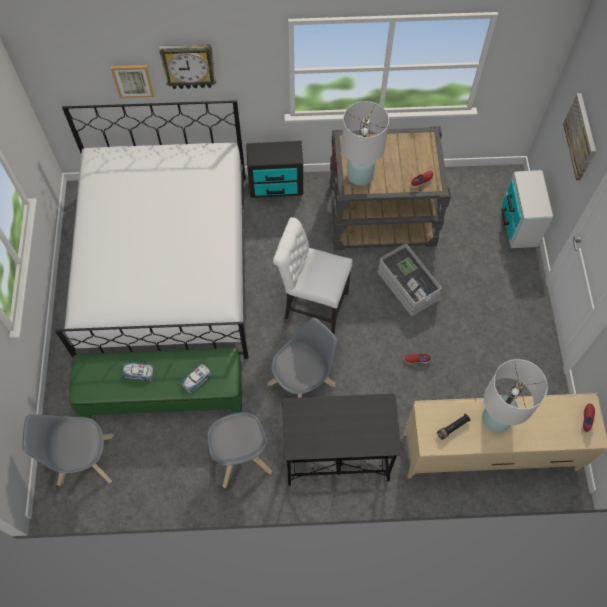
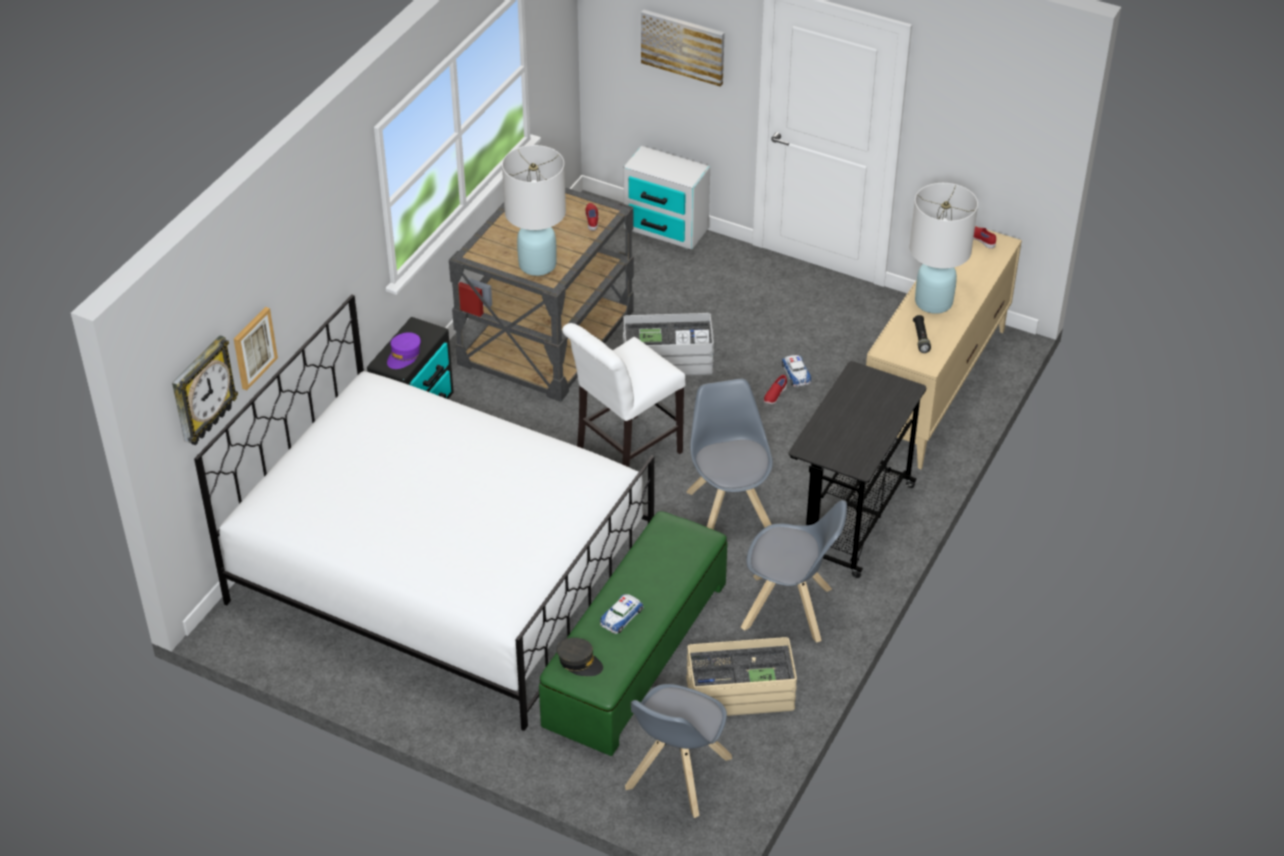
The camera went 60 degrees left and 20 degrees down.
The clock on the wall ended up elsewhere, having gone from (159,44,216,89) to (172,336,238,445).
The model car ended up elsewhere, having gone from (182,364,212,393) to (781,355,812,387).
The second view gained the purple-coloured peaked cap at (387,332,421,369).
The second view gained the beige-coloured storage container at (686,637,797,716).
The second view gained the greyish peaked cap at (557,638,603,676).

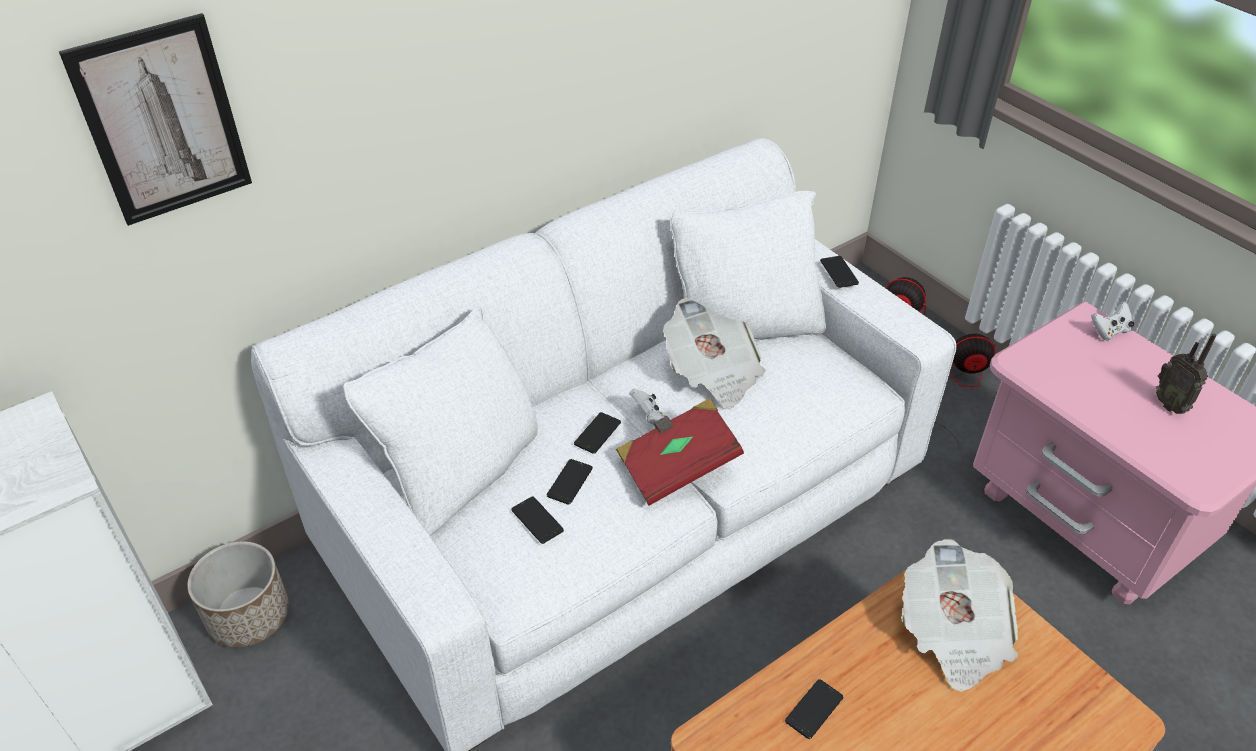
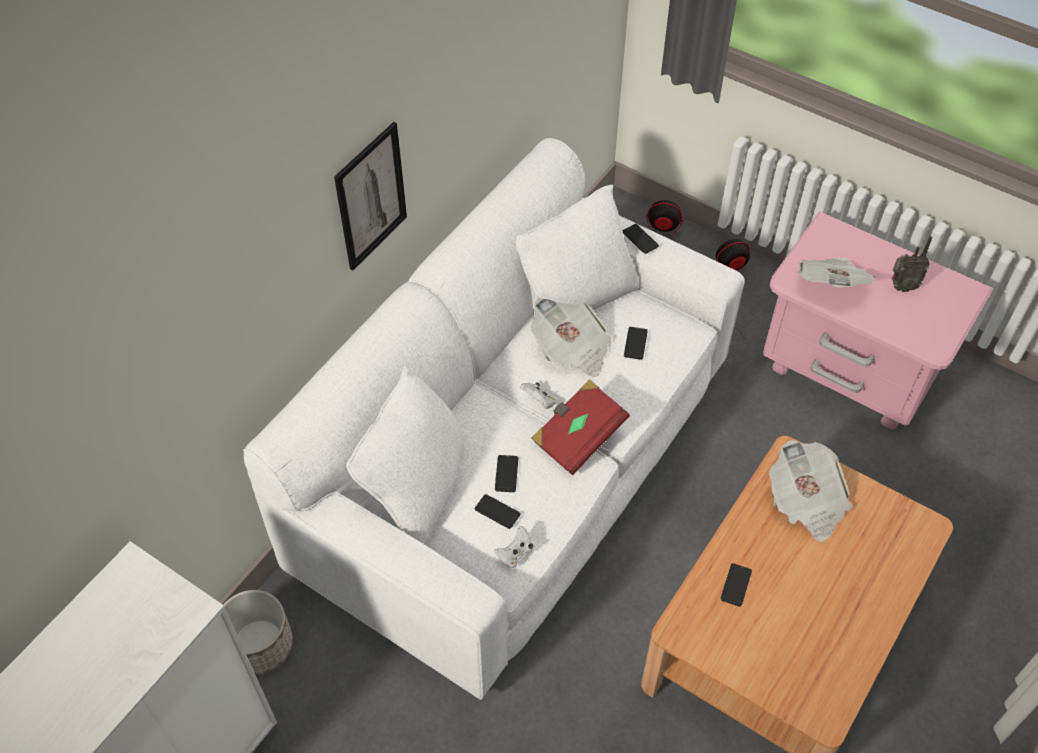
The camera went 20 degrees left and 10 degrees up.
The picture ended up elsewhere, having gone from (59,13,252,226) to (334,122,407,271).
The white joypad ended up elsewhere, having gone from (1091,302,1134,341) to (494,526,533,568).
The radio receiver at (1156,333,1216,414) ended up facing another way, 45 degrees counterclockwise from before.
The telephone ended up elsewhere, having gone from (574,412,621,454) to (624,327,648,360).
The second view gained the newspaper at (797,257,876,288).

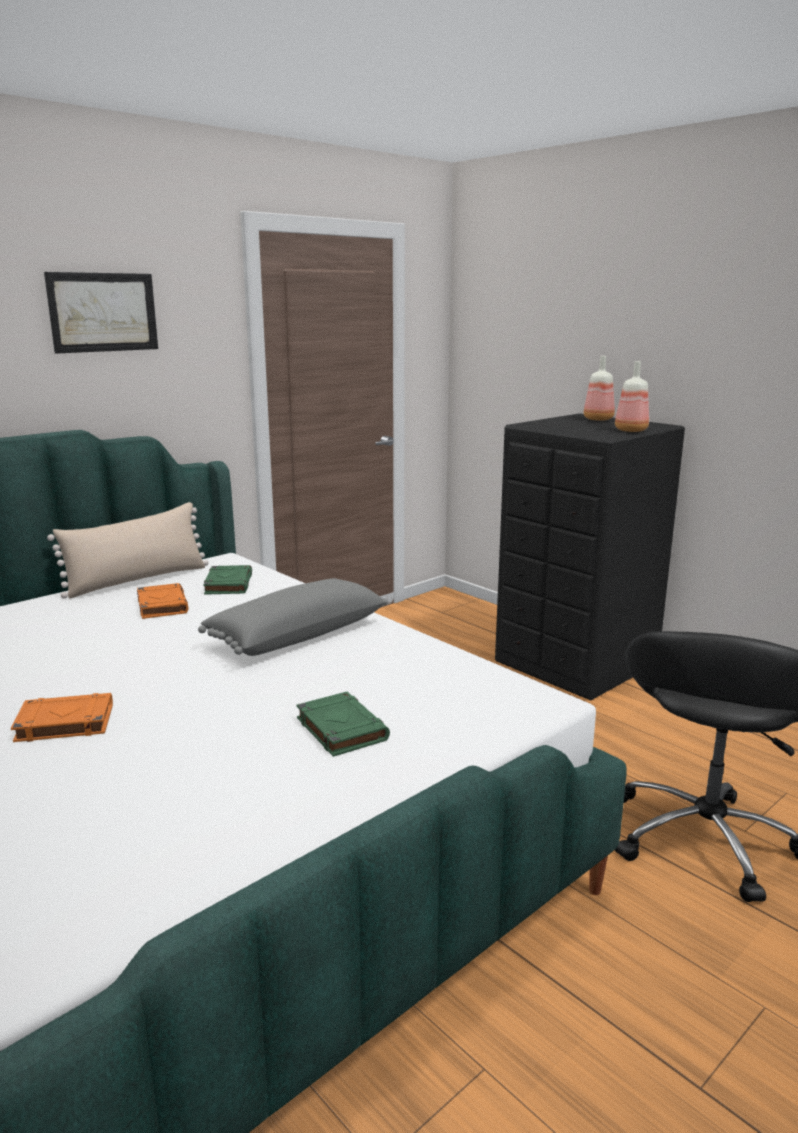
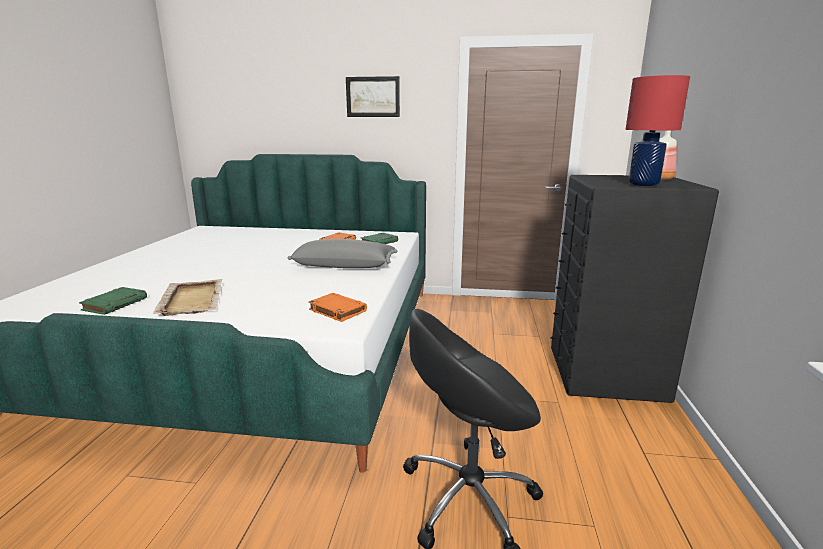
The camera went 50 degrees right and 0 degrees up.
Where the bottle stood at (615,361,649,432), the reddish tabletop lamp came to stand at (626,75,690,186).
The second view lost the beige-coloured throw pillow at (47,502,208,599).
The green bound book ended up elsewhere, having gone from (296,692,390,757) to (79,287,147,315).
The orangey bound book ended up elsewhere, having gone from (11,693,113,742) to (308,293,367,322).
The second view gained the beige-coloured tray at (153,279,222,316).

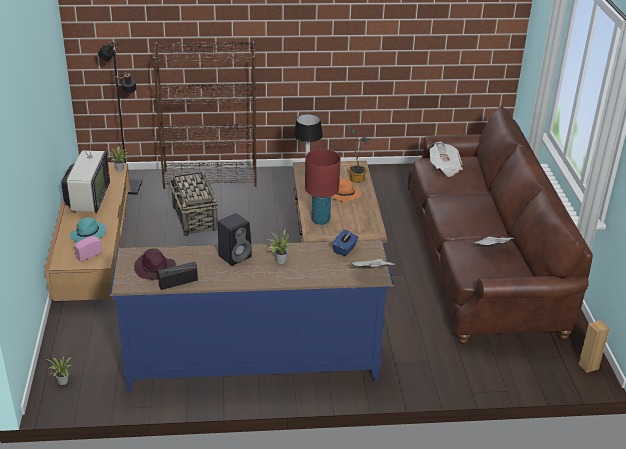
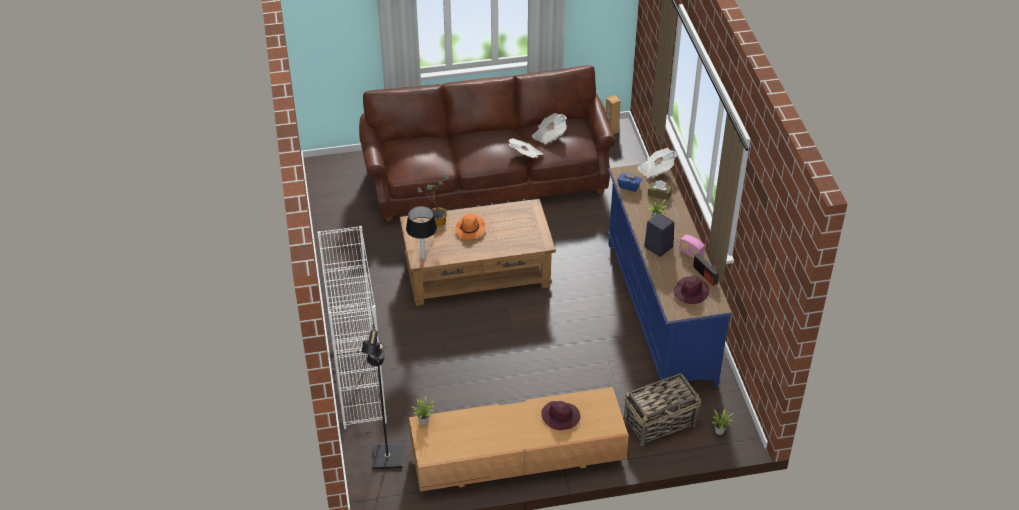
The camera went 95 degrees left and 10 degrees up.
What was the brownish bookcase at (153,42,257,189) turned into the white bookcase at (317,226,387,430).
The second view lost the TV at (61,135,110,214).
The newspaper ended up elsewhere, having gone from (429,142,463,177) to (509,138,543,158).
The second view lost the reddish tabletop lamp at (305,149,341,225).
The basket ended up elsewhere, having gone from (169,171,218,236) to (624,373,701,446).
What was the turquoise-coloured wearable hat at (70,217,106,242) turned into the purple-coloured wearable hat at (541,401,580,430).
The radio receiver ended up elsewhere, having gone from (74,236,102,262) to (679,235,705,258).
The second view gained the brownish box of tissues at (648,180,672,200).

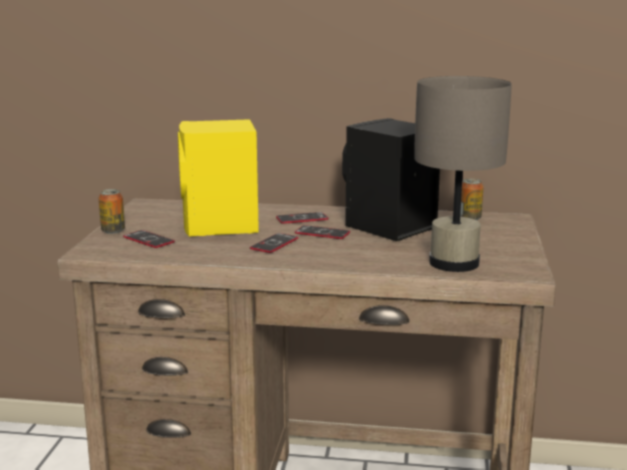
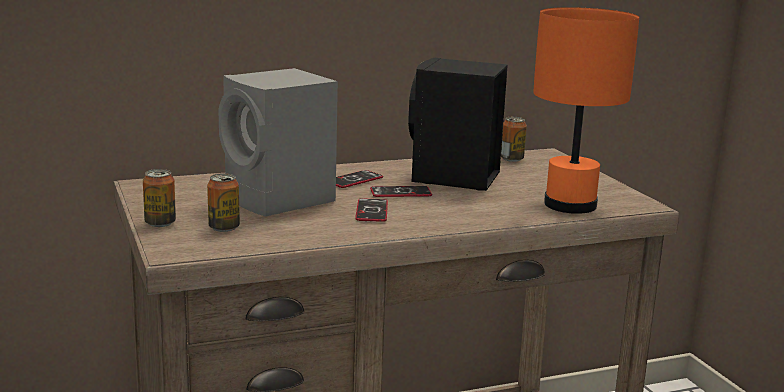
The camera went 30 degrees left and 0 degrees up.
What was the greyish tabletop lamp at (414,76,512,272) turned into the orangey tabletop lamp at (534,7,639,214).
What was the yellow-coloured audio speaker at (178,119,259,237) turned into the greyish audio speaker at (218,68,338,217).
Where the telephone stood at (123,230,175,248), the sealed can came to stand at (207,173,240,232).

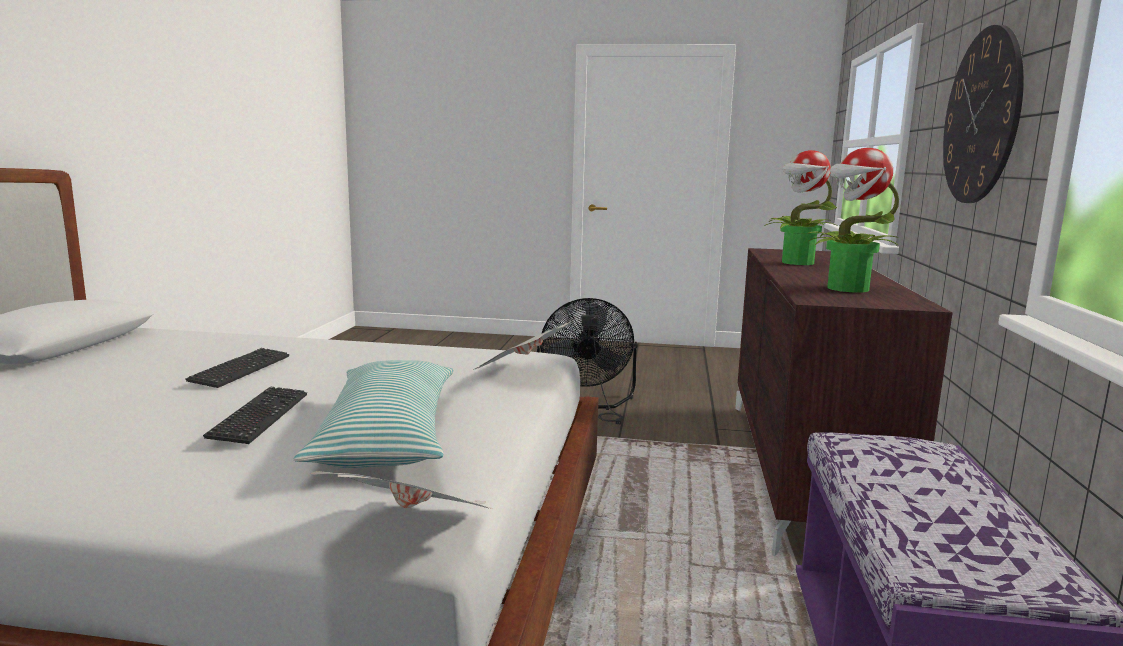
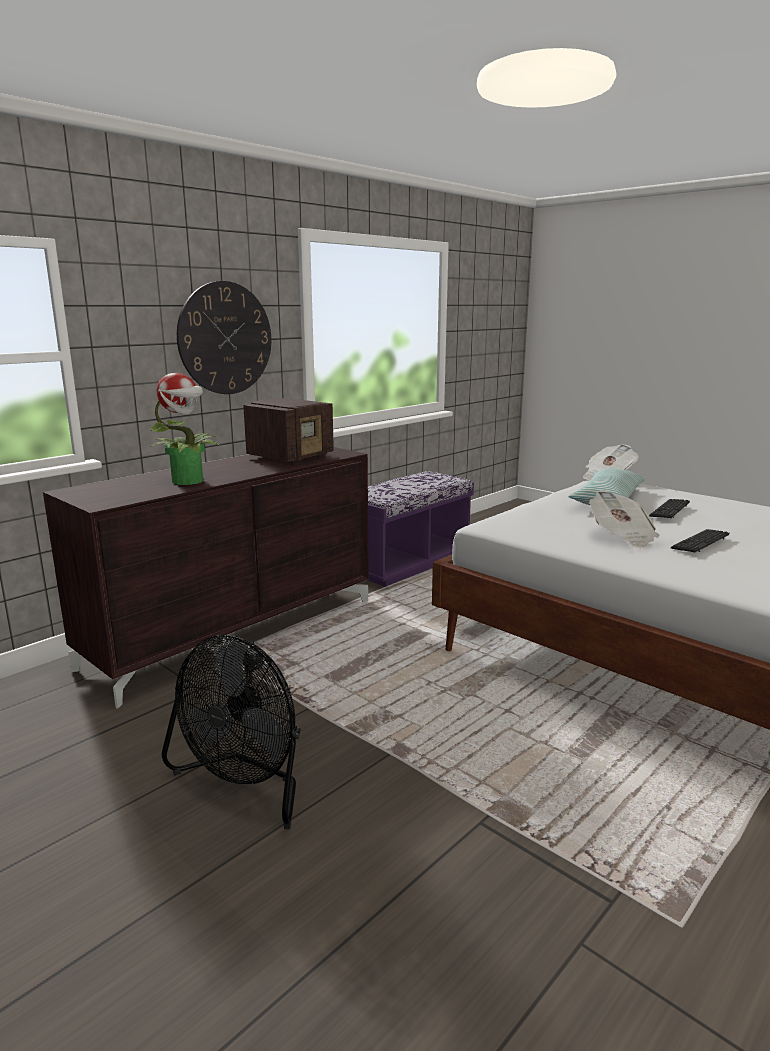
The camera went 145 degrees left and 5 degrees up.
Where the potted plant stood at (807,148,899,293), the radio receiver came to stand at (243,398,334,464).
The newspaper ended up elsewhere, having gone from (473,322,571,370) to (589,490,660,548).

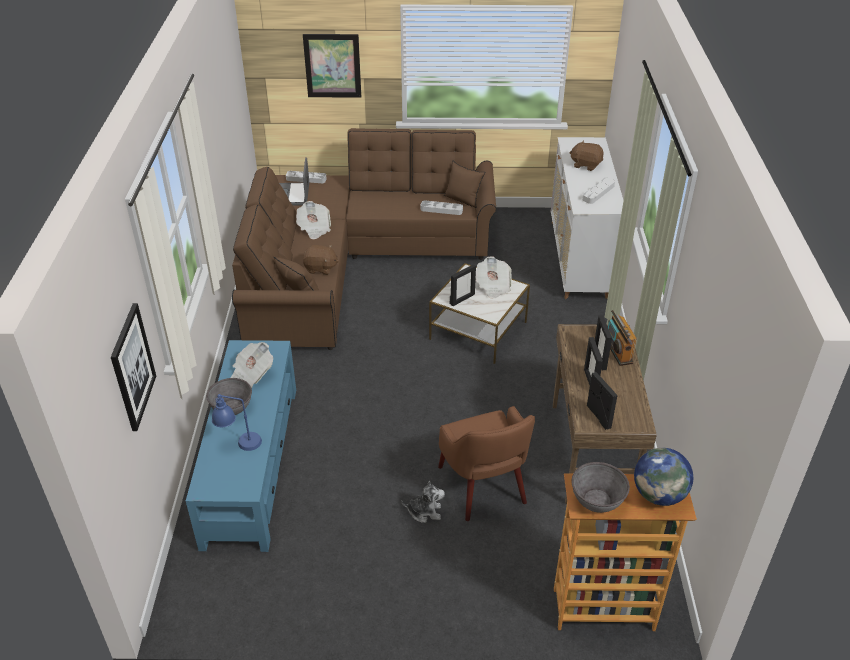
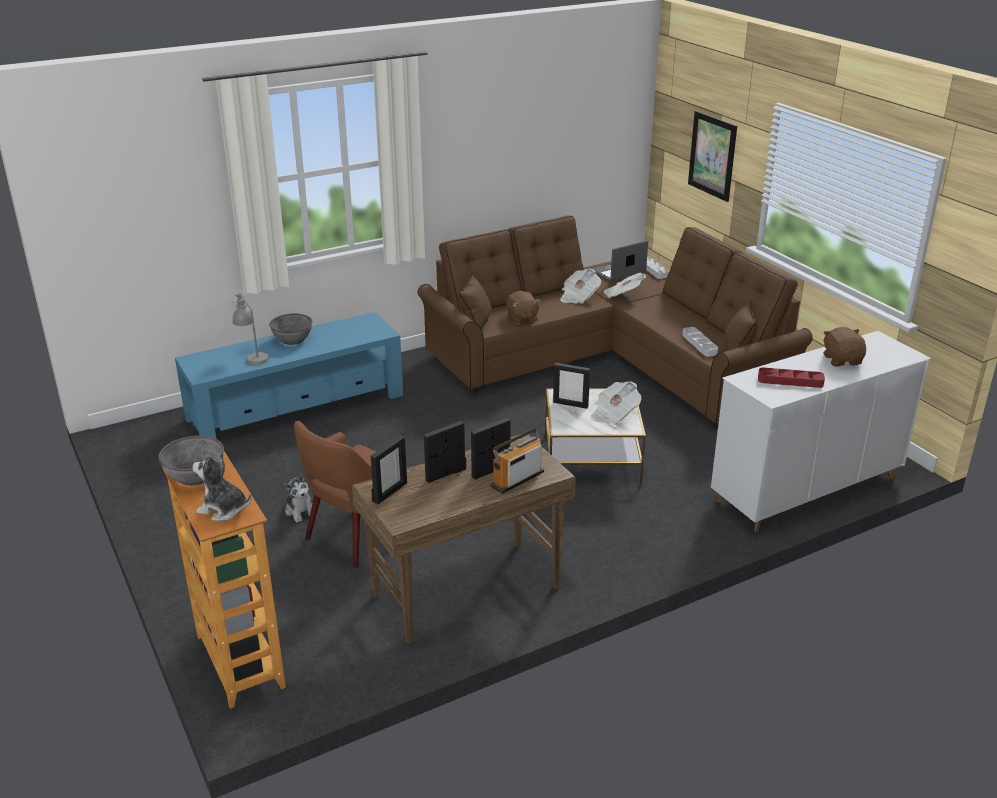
The camera went 60 degrees right and 10 degrees down.
What was the greyish tray at (582,177,615,204) turned into the reddish tray at (758,367,825,388).
The second view lost the picture at (111,303,156,431).
The newspaper ended up elsewhere, having gone from (230,342,273,388) to (604,272,646,298).
What was the blue tabletop lamp at (212,394,262,451) turned into the greyish tabletop lamp at (231,293,269,365).
Where the globe stood at (634,448,693,506), the cuddly toy came to stand at (193,450,252,521).

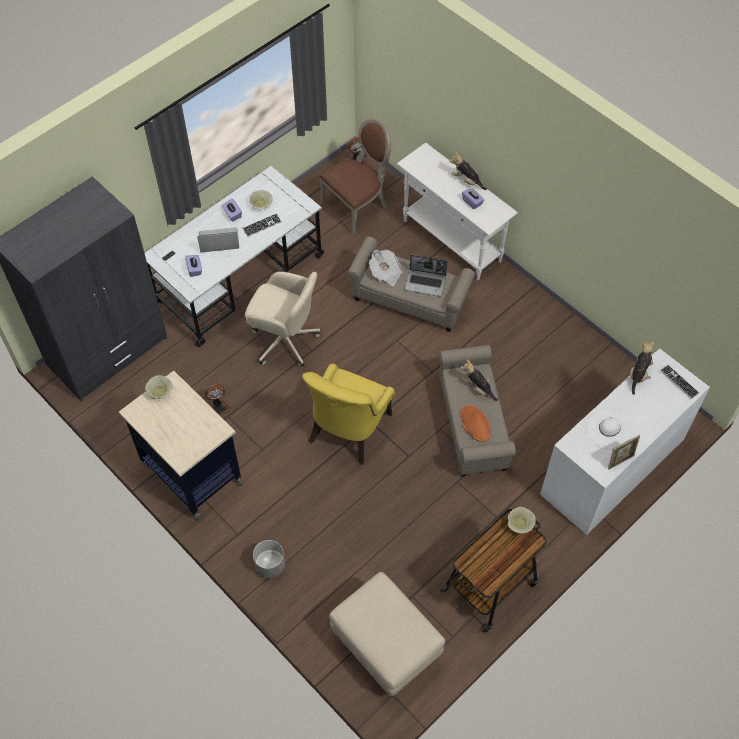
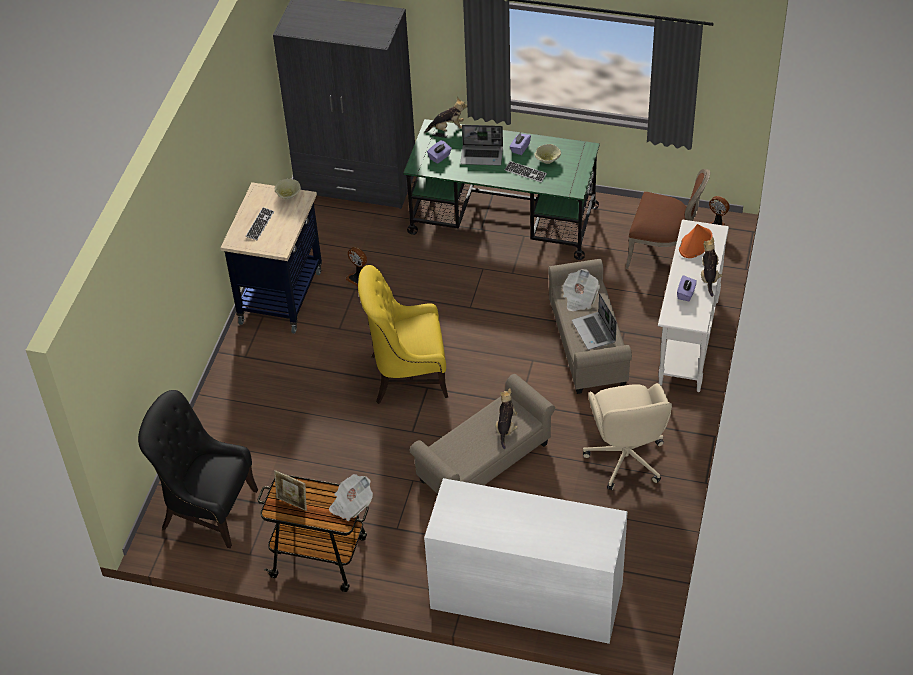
The camera went 60 degrees right and 10 degrees down.
What was the white desk table at (144,166,324,347) turned into the green desk table at (403,119,600,260).
The notebook computer at (197,227,239,252) ended up facing another way, 135 degrees clockwise from before.
The beige-coloured computer chair ended up elsewhere, having gone from (245,272,320,367) to (583,383,672,490).
The cuddly toy ended up elsewhere, having gone from (630,341,654,395) to (424,97,467,133).
The keyboard ended up elsewhere, having gone from (660,365,699,399) to (246,207,274,240).
The orangey wearable hat ended up elsewhere, having gone from (460,405,491,442) to (679,224,713,258).
The second view lost the white wearable hat at (586,409,633,450).
The photo frame ended up elsewhere, having gone from (608,435,640,470) to (274,470,307,511).
Where the beige-coloured serving bowl stood at (508,507,536,533), the newspaper came to stand at (329,474,373,521).
The second view lost the greyish planter at (253,540,285,578).
Where the beige-coloured pouffe stood at (329,572,445,696), the black-coloured plain chair came to stand at (138,390,258,549).

